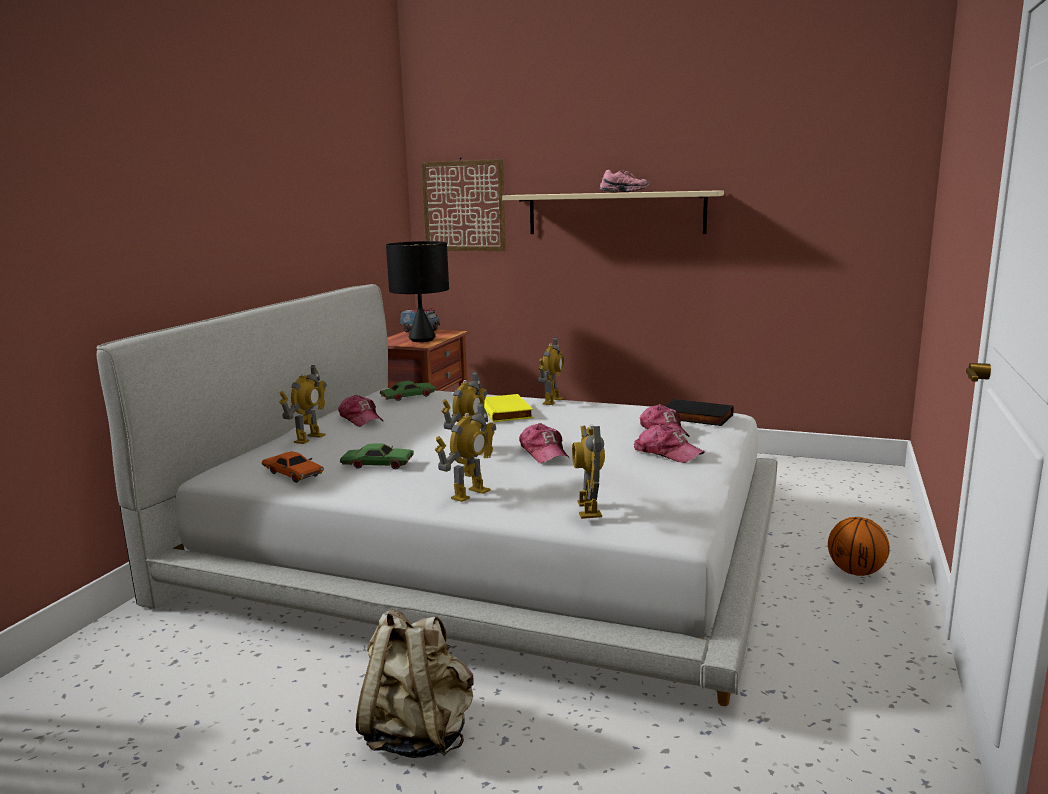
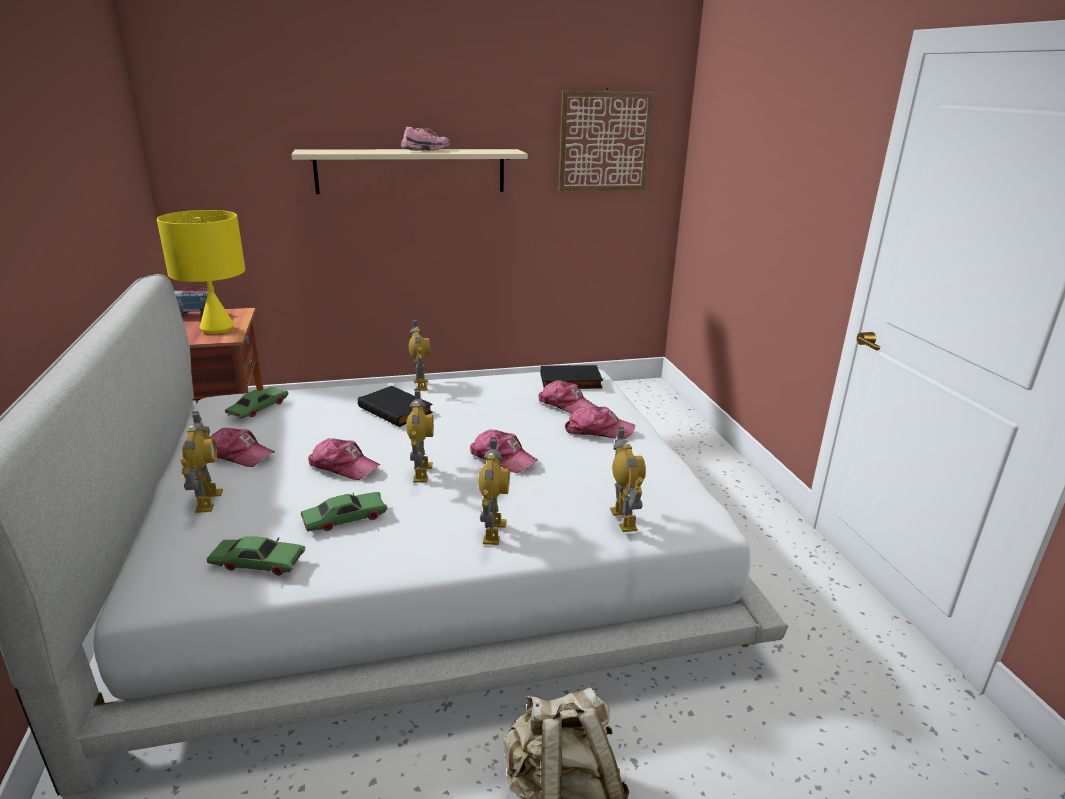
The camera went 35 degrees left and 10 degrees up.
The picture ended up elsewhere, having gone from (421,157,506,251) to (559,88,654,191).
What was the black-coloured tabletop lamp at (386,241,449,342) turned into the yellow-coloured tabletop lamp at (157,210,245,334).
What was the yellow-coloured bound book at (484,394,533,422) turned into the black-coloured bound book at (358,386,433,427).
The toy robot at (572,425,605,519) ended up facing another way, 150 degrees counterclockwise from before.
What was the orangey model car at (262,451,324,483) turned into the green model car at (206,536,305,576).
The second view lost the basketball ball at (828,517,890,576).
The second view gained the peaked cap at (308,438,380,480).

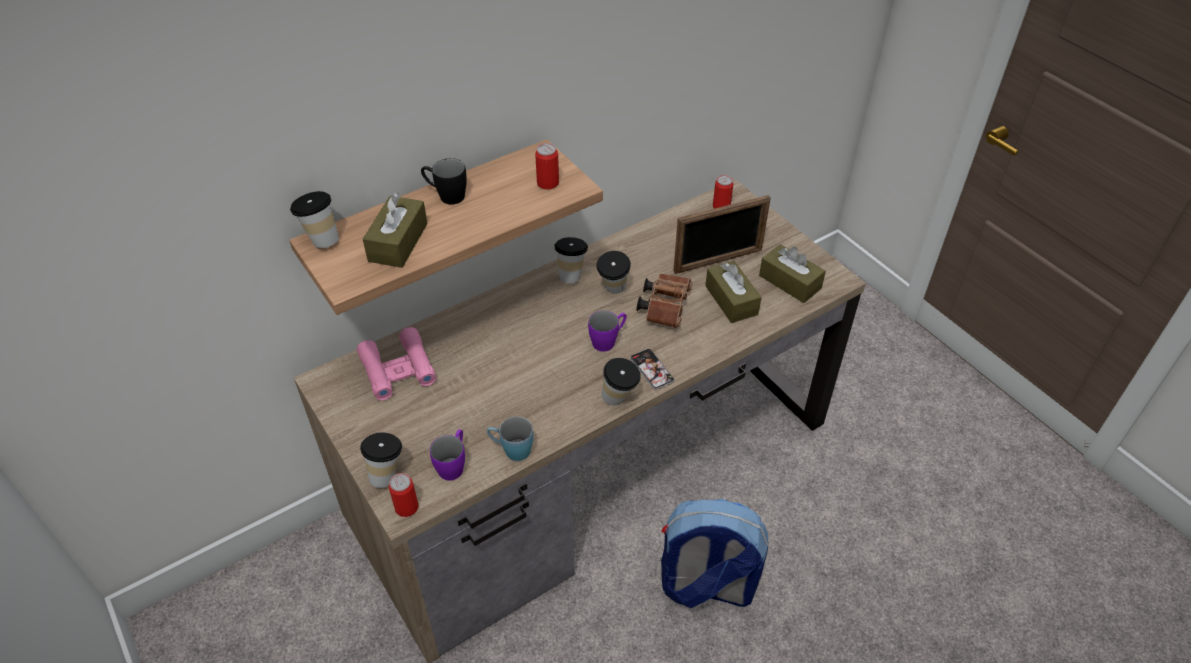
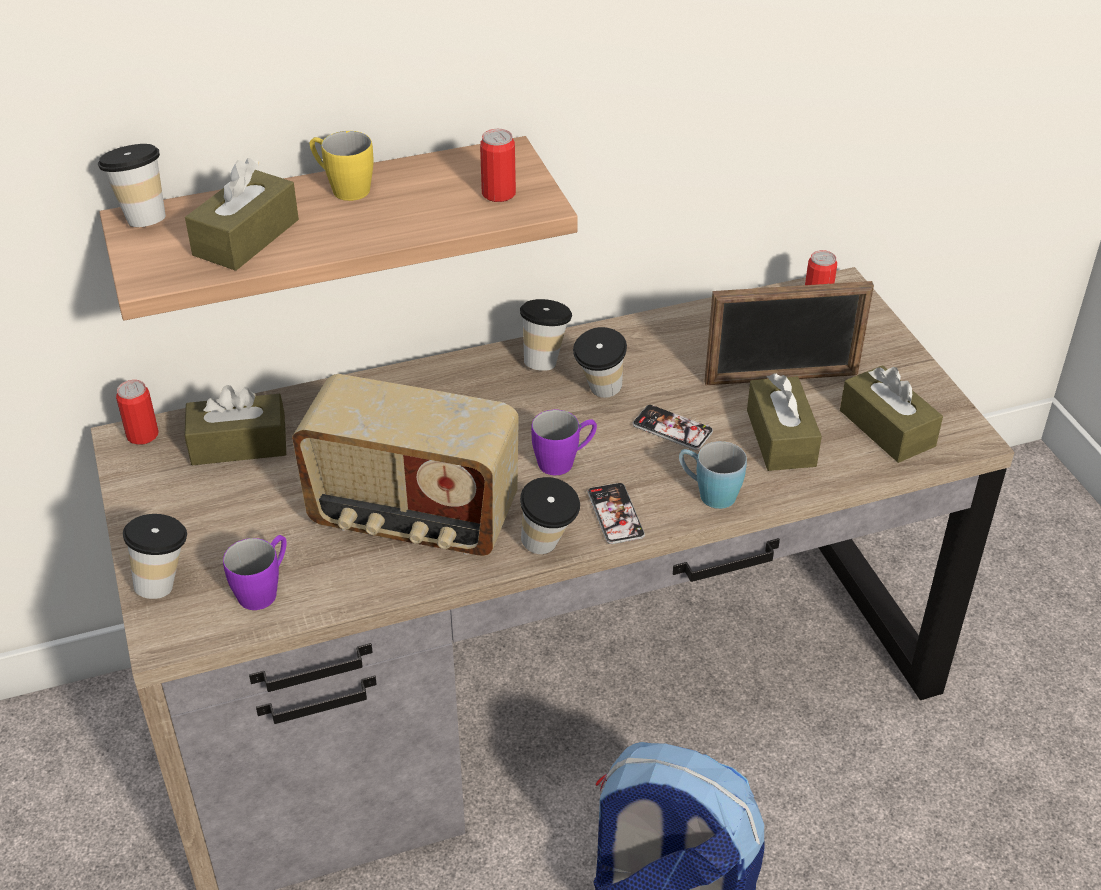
The camera went 15 degrees right and 5 degrees down.
What was the black-coloured mug at (421,158,467,205) turned into the yellow-coloured mug at (310,131,374,201).
Where the brownish binoculars stood at (637,274,693,328), the telephone came to stand at (633,405,713,450).
Where the pinkish binoculars stood at (357,327,436,400), the brownish box of tissues came to stand at (185,385,286,465).
The blue mug ended up elsewhere, having gone from (487,416,533,461) to (679,441,747,509).
The sealed can ended up elsewhere, having gone from (389,473,419,517) to (116,380,159,445).
The second view gained the radio receiver at (292,374,519,556).

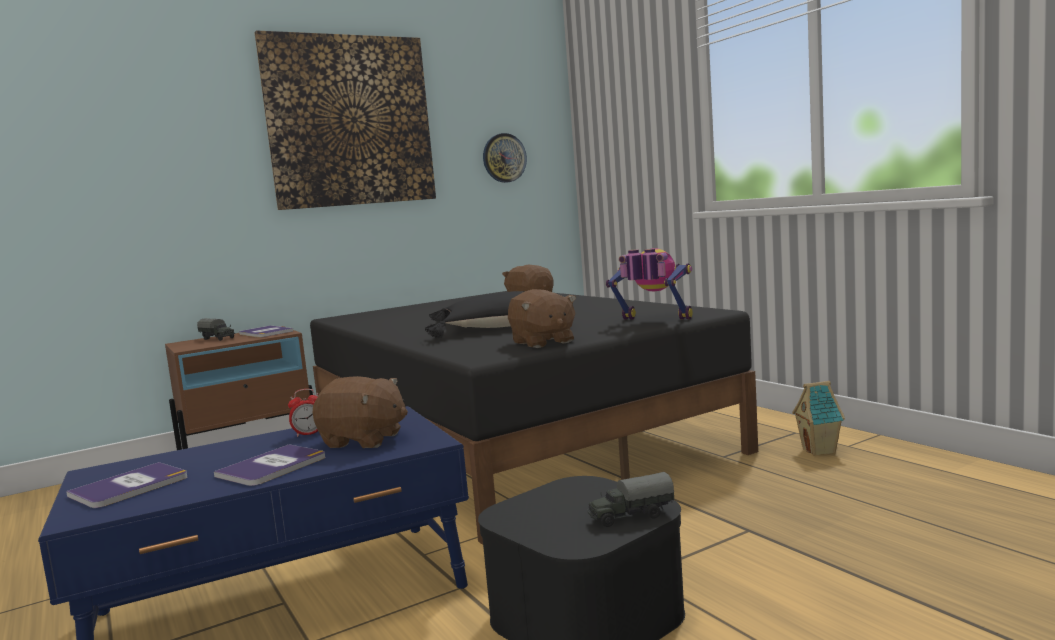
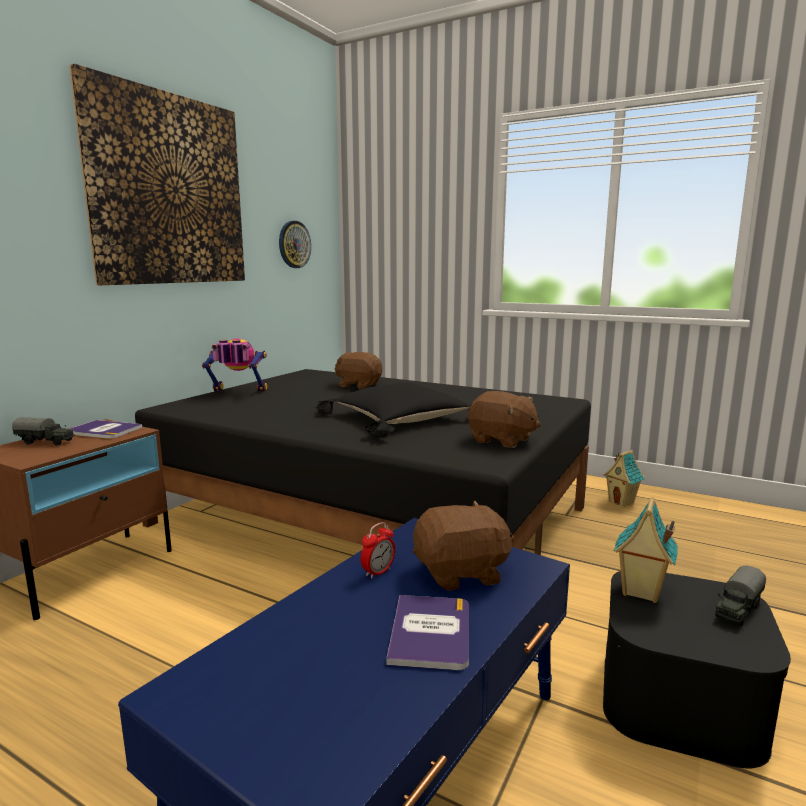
The camera went 30 degrees left and 5 degrees up.
The toy robot ended up elsewhere, having gone from (606,248,693,319) to (202,339,267,391).
The second view lost the bound book at (66,462,187,508).
The second view gained the model house at (614,497,678,603).

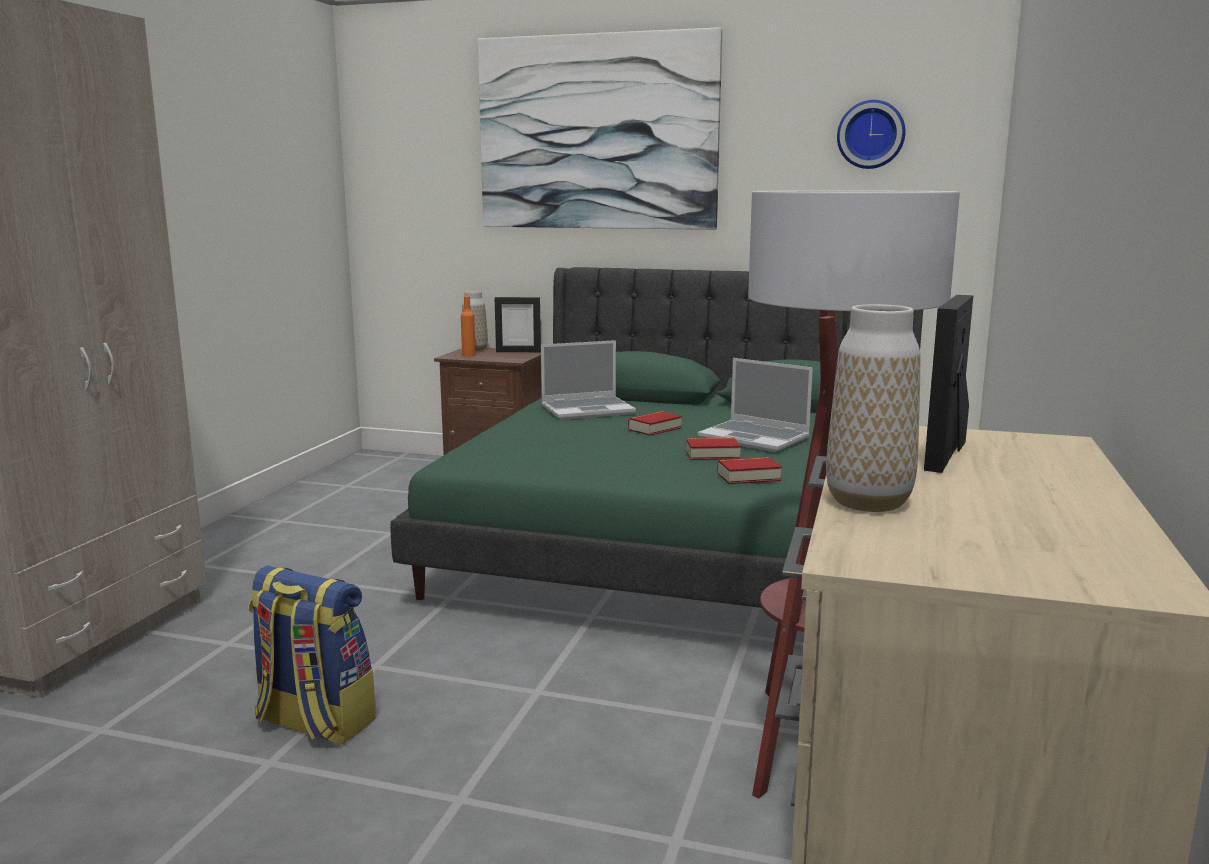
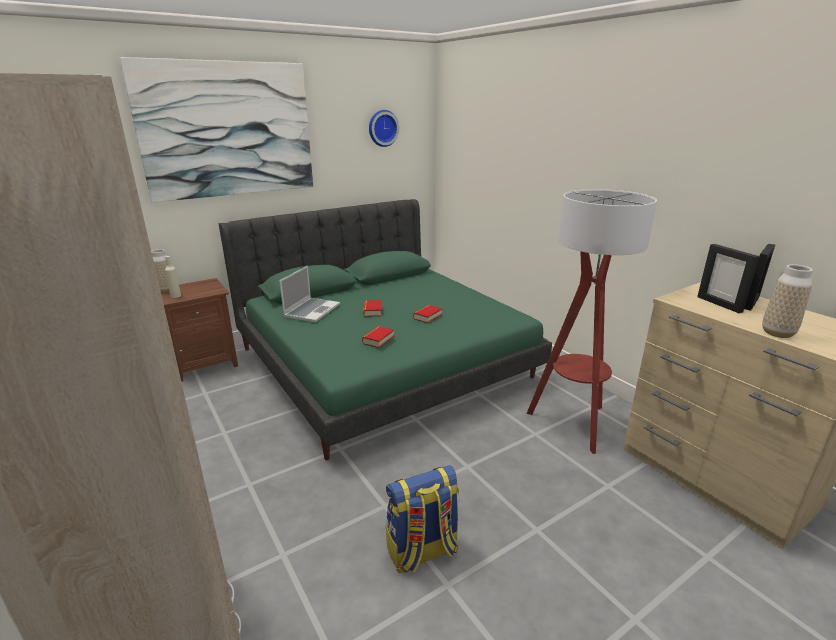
The camera went 50 degrees left and 10 degrees up.
What was the orangey bottle at (461,296,476,357) turned into the beige-coloured bottle at (165,256,181,298).
The photo frame ended up elsewhere, having gone from (495,297,541,352) to (744,244,775,311).
The second view lost the notebook computer at (698,358,813,452).
The bound book ended up elsewhere, having gone from (717,457,782,484) to (362,326,394,348).

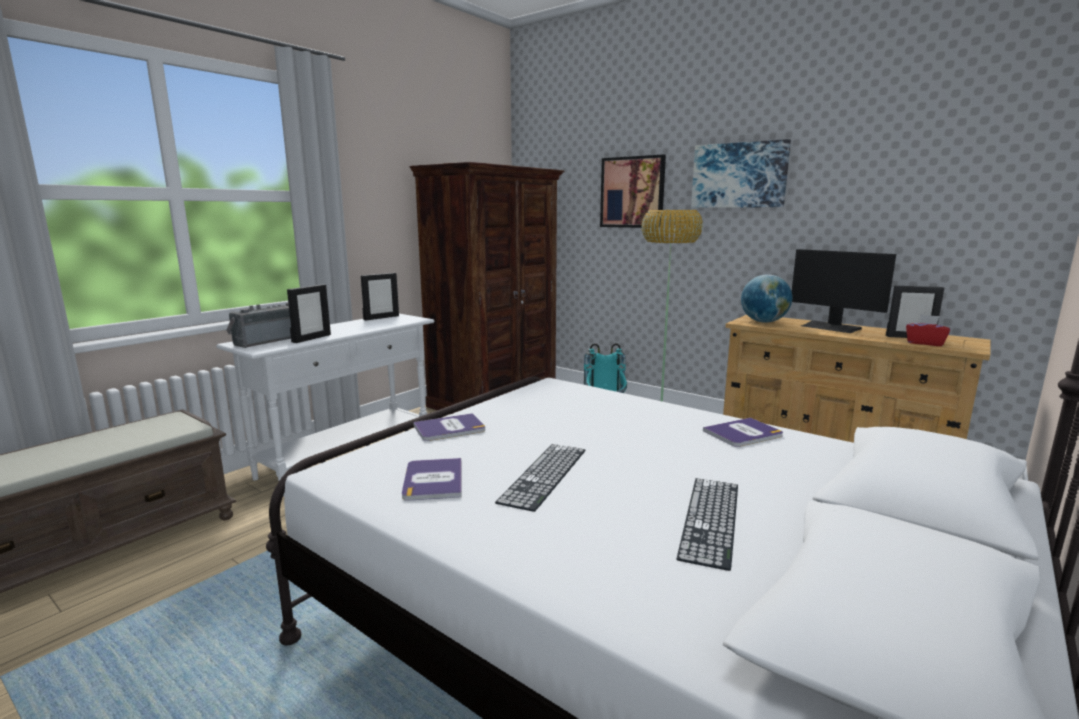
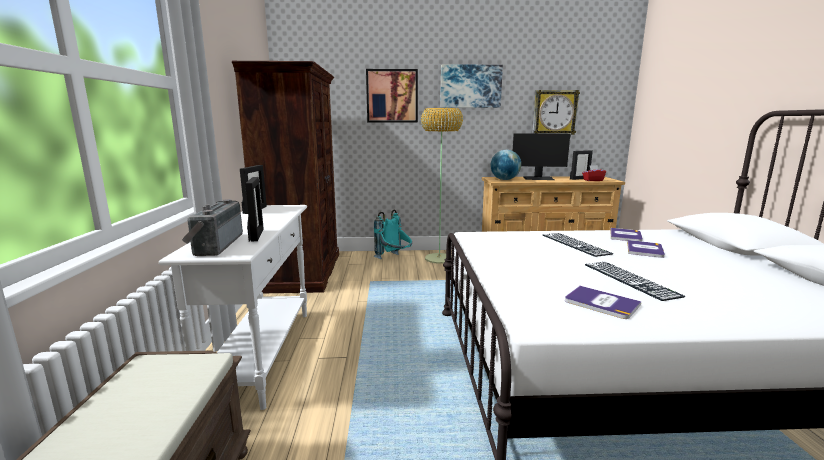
The camera went 40 degrees left and 0 degrees up.
The bound book ended up elsewhere, having gone from (413,413,485,441) to (627,240,665,258).
The keyboard ended up elsewhere, having gone from (677,478,738,571) to (543,233,613,257).
The second view gained the clock on the wall at (533,90,580,137).

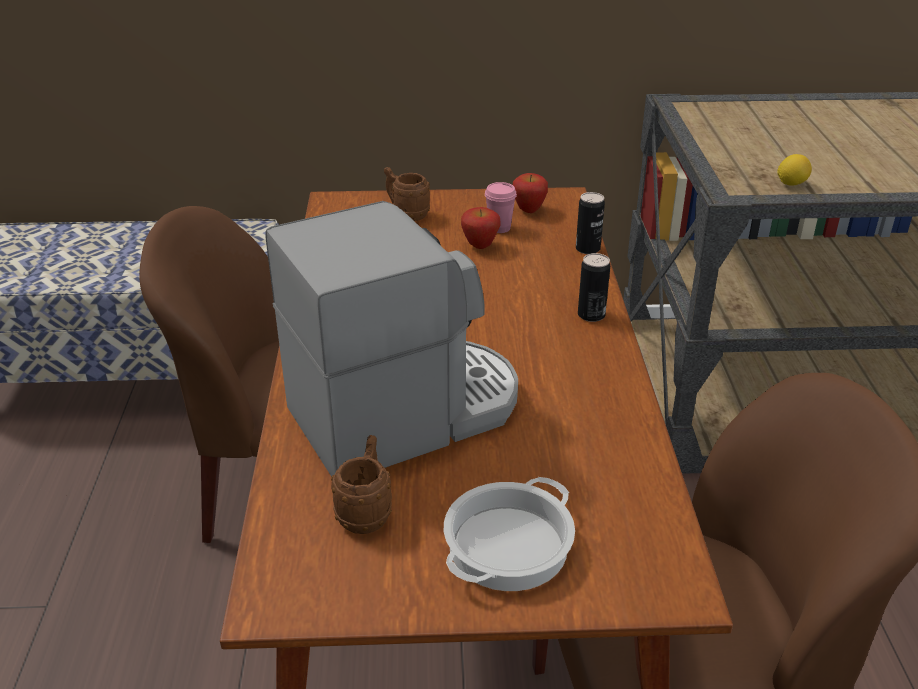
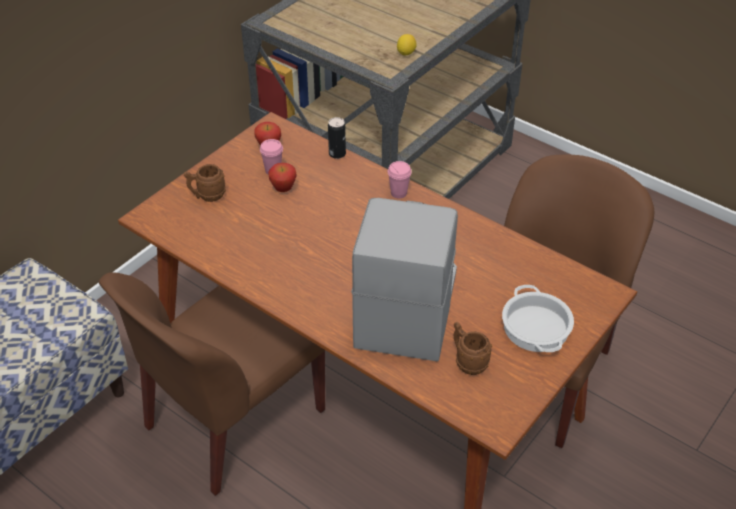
The camera went 50 degrees left and 10 degrees up.
Where the sealed can stood at (578,253,610,322), the pinkish cup came to stand at (388,161,412,198).

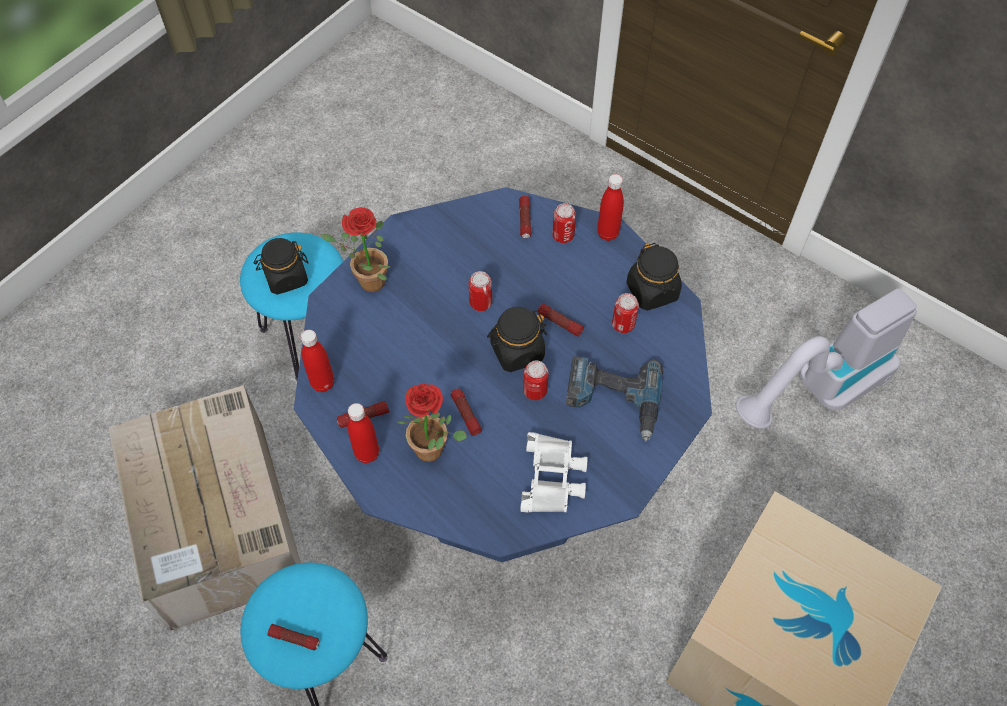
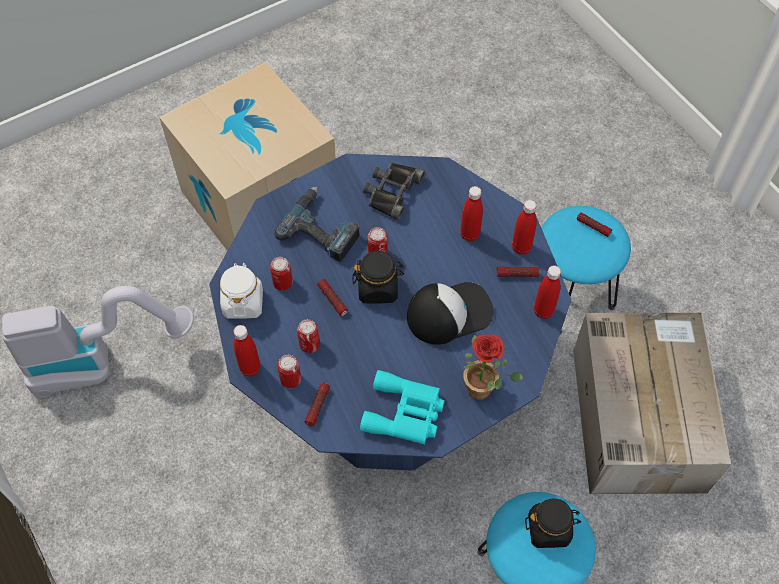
The camera went 160 degrees left and 0 degrees up.
What was the black-coloured preserve jar at (626,243,682,310) turned into the white preserve jar at (220,263,263,319).
The sealed can ended up elsewhere, having gone from (469,271,492,311) to (297,319,320,353).
Where the potted plant stood at (397,384,467,462), the reddish bottle came to stand at (460,186,483,242).
The second view lost the torch at (451,388,482,436).
What was the white binoculars at (520,432,588,513) turned into the black-coloured binoculars at (363,163,425,220).
The second view gained the peaked cap at (407,282,494,345).
The second view gained the turquoise-coloured binoculars at (360,370,445,444).

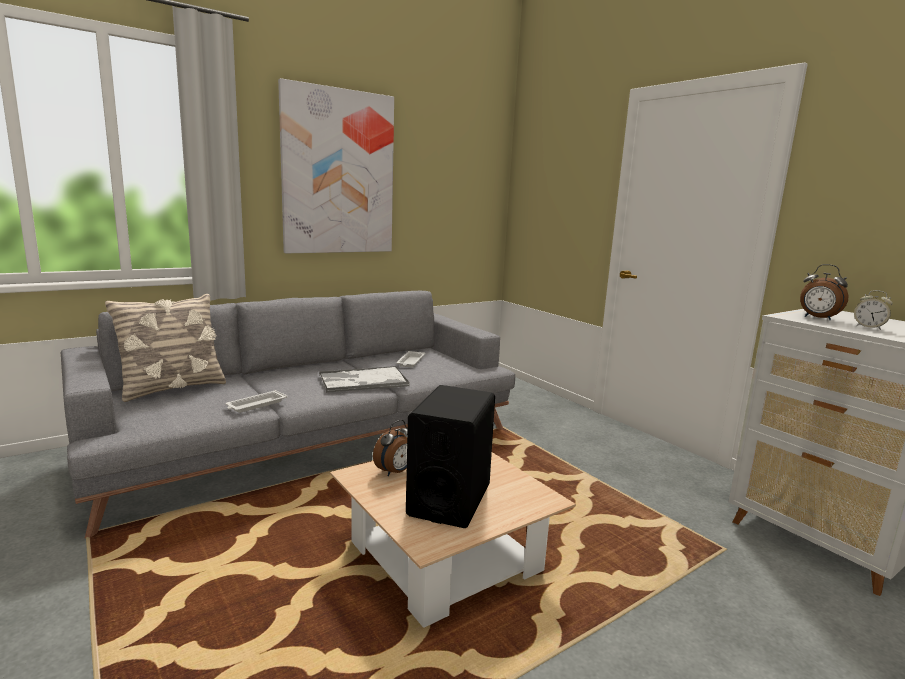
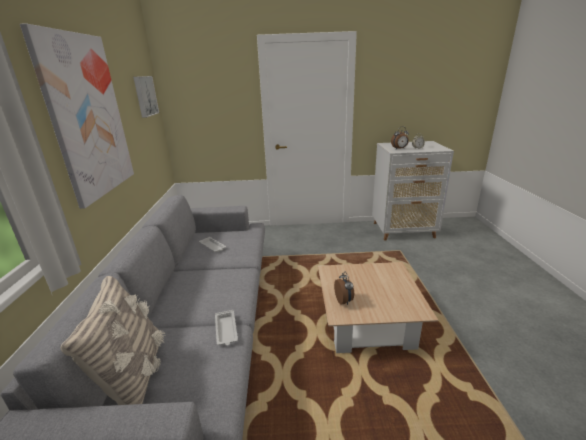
The camera went 55 degrees left and 10 degrees up.
The second view lost the tray at (319,366,410,393).
The second view lost the black-coloured audio speaker at (406,385,495,528).
The second view gained the picture at (133,76,159,118).

